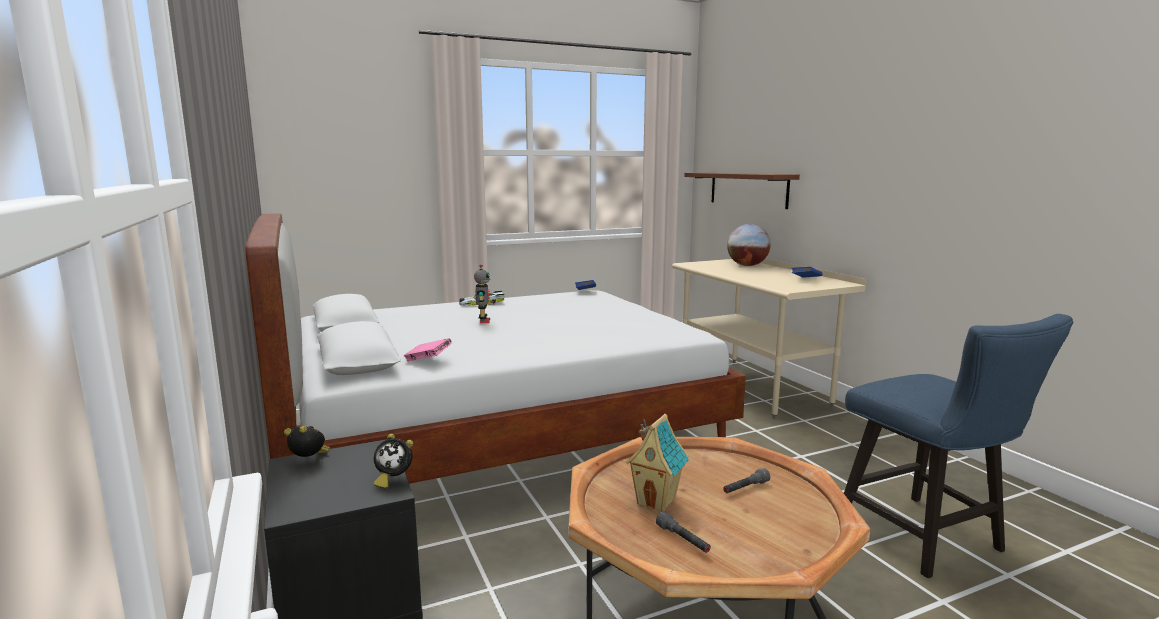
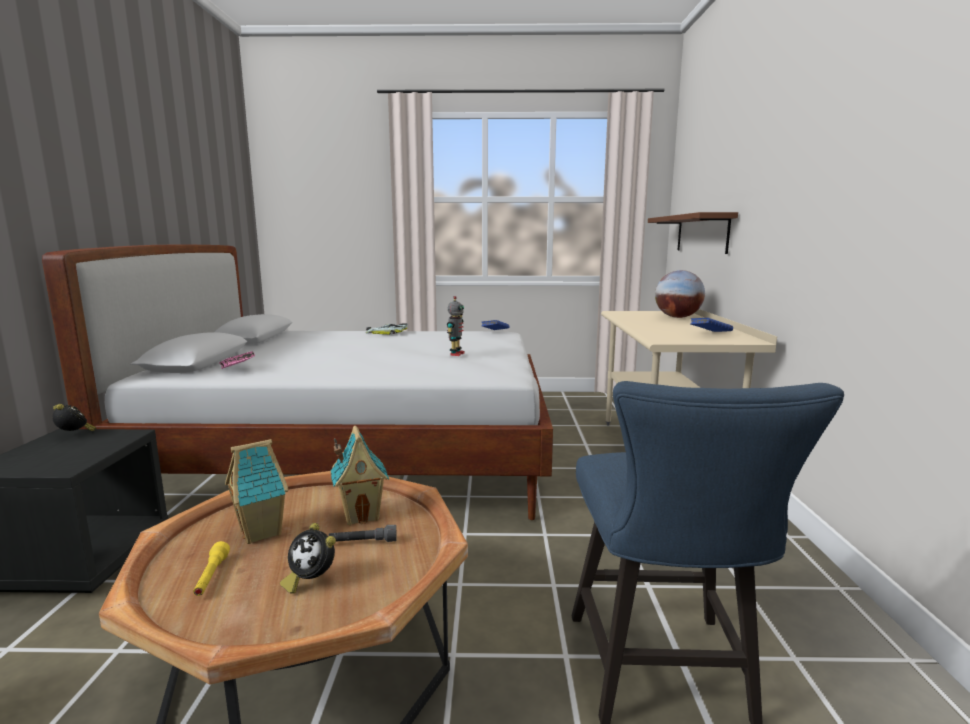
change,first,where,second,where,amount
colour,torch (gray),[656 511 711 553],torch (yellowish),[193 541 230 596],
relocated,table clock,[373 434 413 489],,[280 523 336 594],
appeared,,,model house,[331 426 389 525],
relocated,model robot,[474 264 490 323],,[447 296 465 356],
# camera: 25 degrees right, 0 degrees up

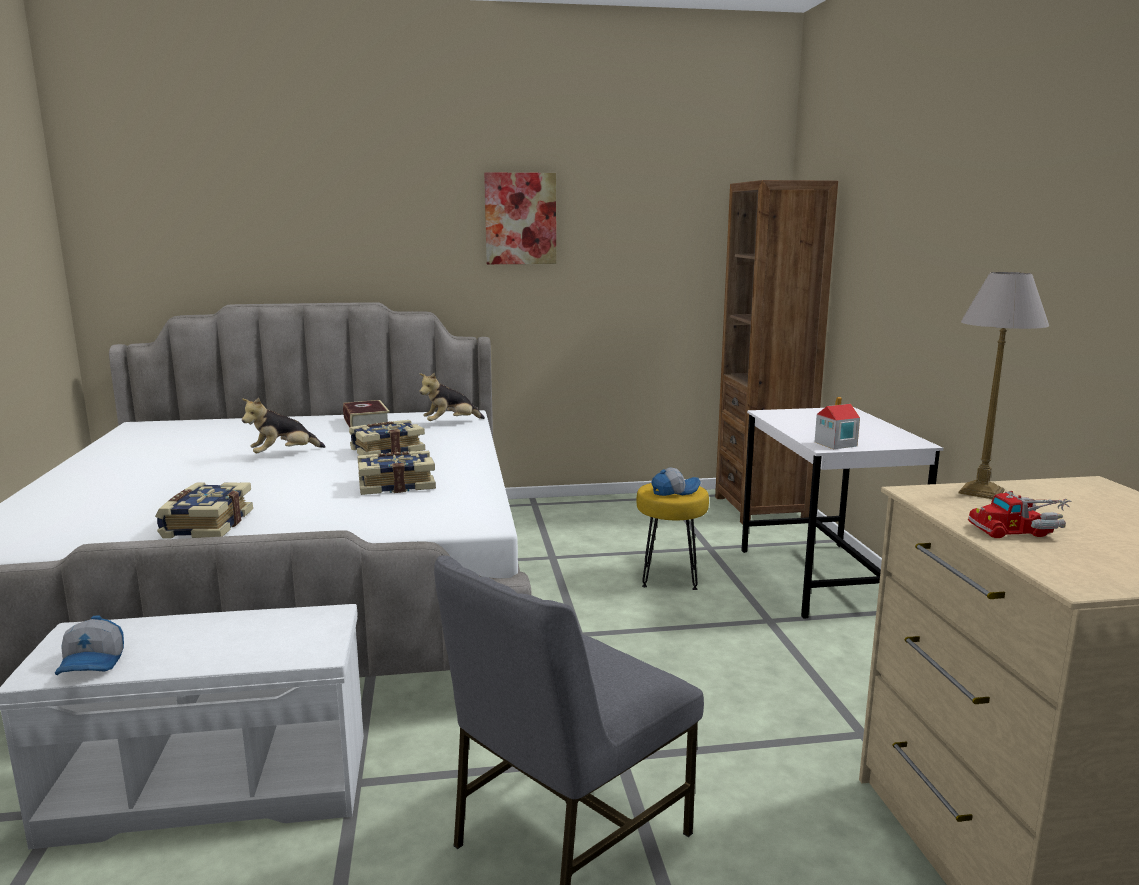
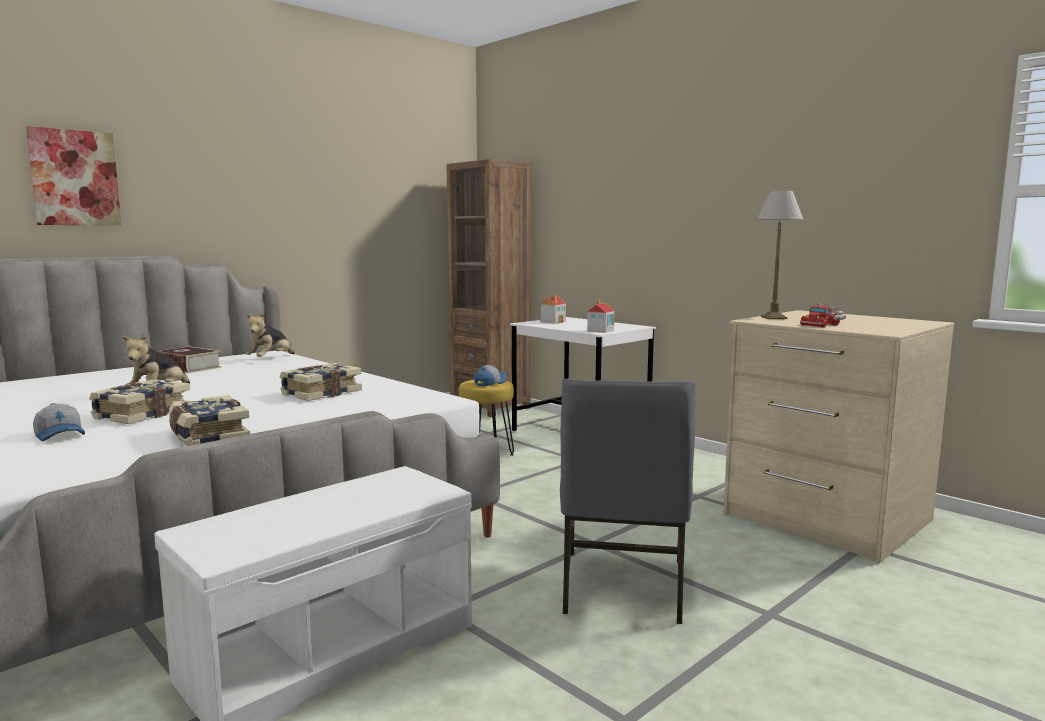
change,first,where,second,where,amount
relocated,wall art,[484 172 556 264],,[26 126 122 226],
relocated,baseball cap,[55 615 124 675],,[33 403 85 441],
relocated,book,[349 420 425 455],,[89 379 191 424],
appeared,,,model house,[540 294 566 324],
# camera: 35 degrees left, 5 degrees down

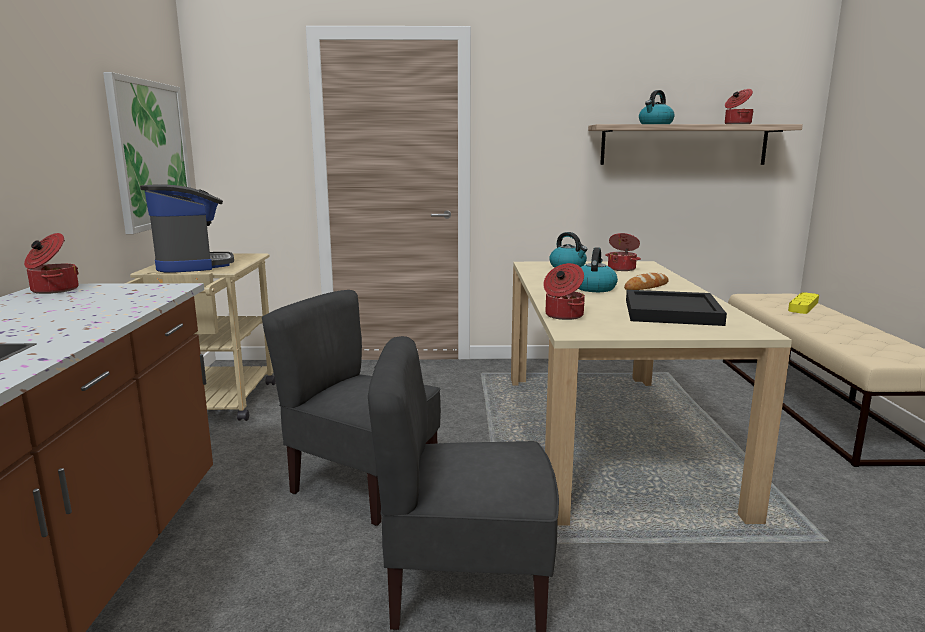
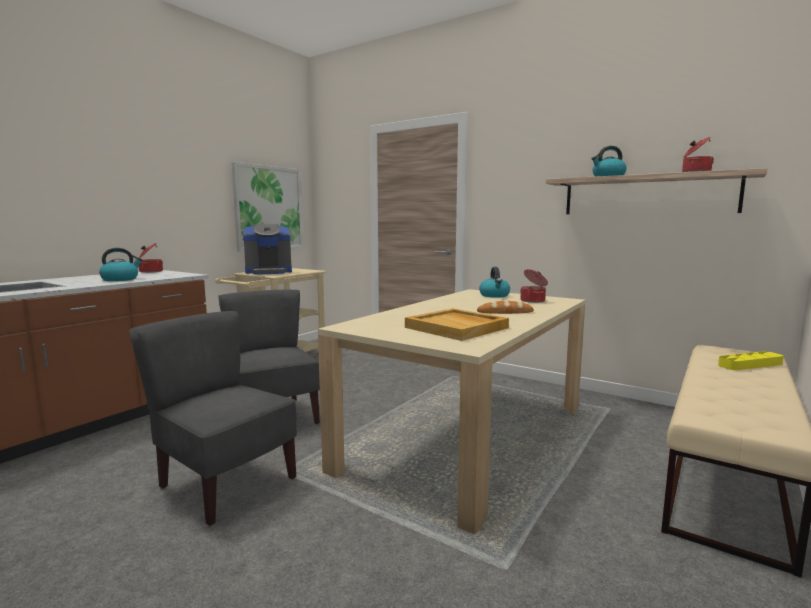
change,first,where,second,where,amount
relocated,kettle,[578 247 618 292],,[99 248 143 281],
spun,coffee machine,[140 184 234 273],,[243 224 292 275],60 degrees clockwise
colour,serving tray (black-coloured),[626 290 727 326],serving tray (sand-coloured),[405 308 509 341],
missing,saucepot,[543 263 585 320],,,
# camera: 35 degrees right, 5 degrees down

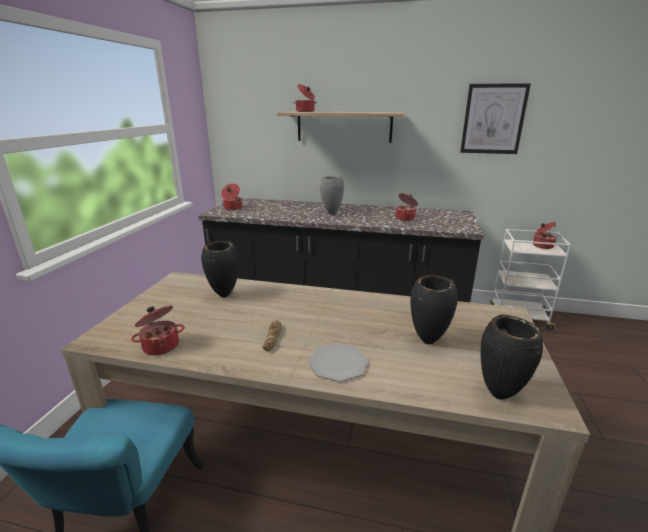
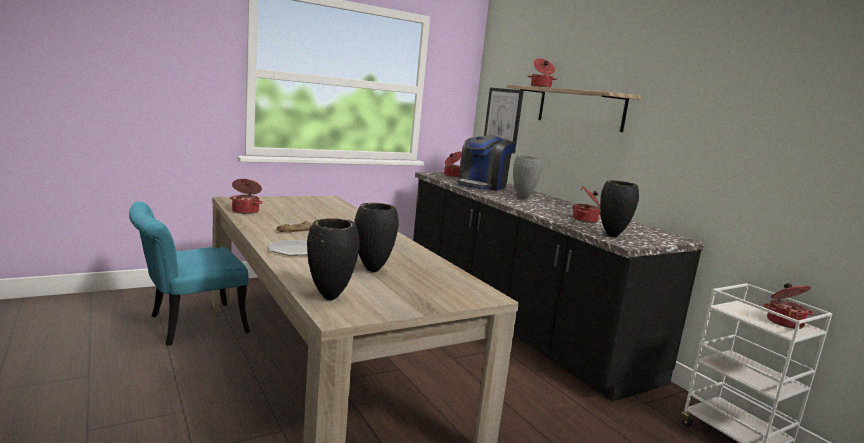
change,first,where,second,where,amount
appeared,,,coffee machine,[457 135 516 191],
relocated,wall art,[460 83 531 154],,[484 88 524 153],
relocated,vase (black-coloured),[201 241 239 298],,[600 180 639 237],
# camera: 45 degrees right, 10 degrees down

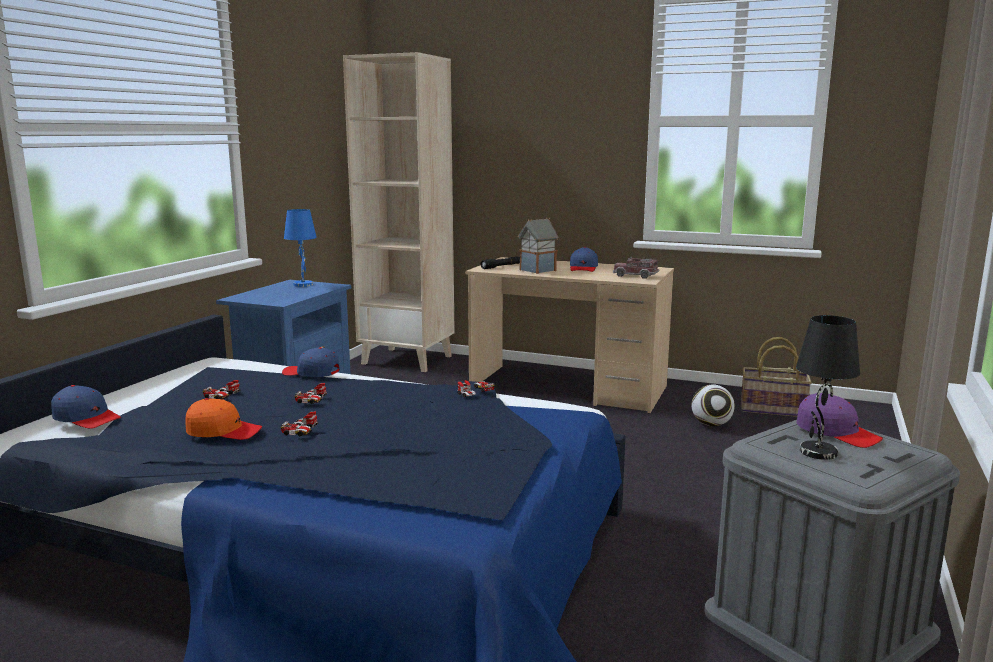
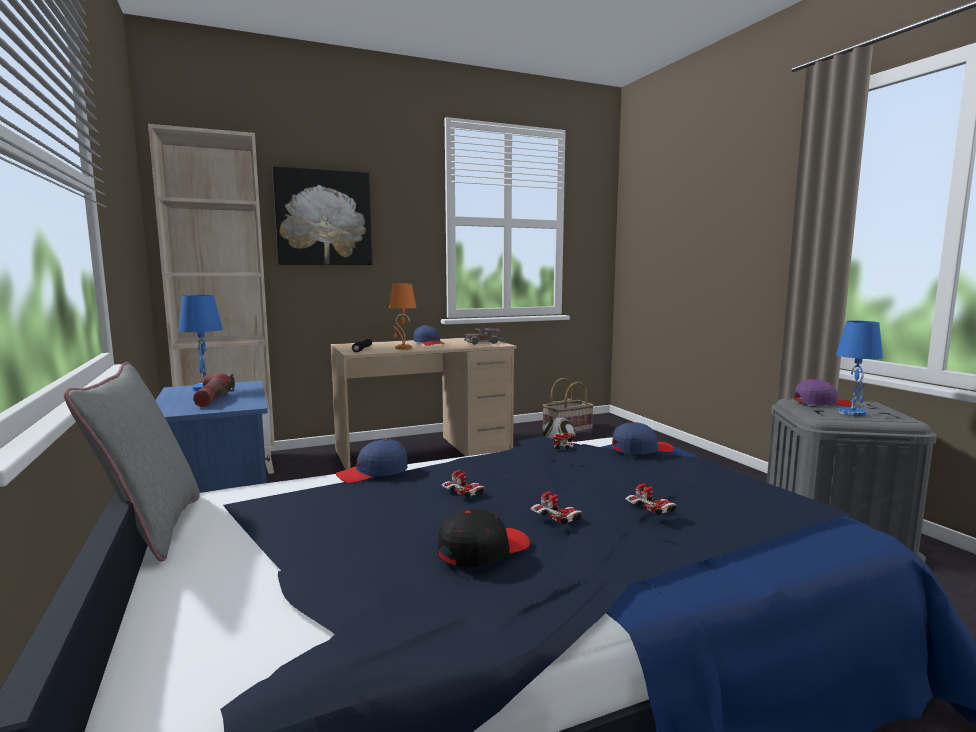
change,first,where,second,where,amount
appeared,,,pillow (gray),[64 362 200 562],
appeared,,,torch,[193 373 235 407],
appeared,,,wall art,[272 166 372 265],
exchanged,model house,[518 218 559 274],tabletop lamp (orangey),[389 283 416 349],
colour,baseball cap (orangey),[185 398 262 440],baseball cap (black-coloured),[438 509 530 568],
relocated,baseball cap (bluish),[51 385 121 429],,[612 422 674 454],
relocated,model car,[203 380 240 399],,[625 483 677 515],
colour,tabletop lamp (black-coloured),[796 315 860 460],tabletop lamp (bluish),[836 321 883 417],
# camera: 45 degrees left, 5 degrees down

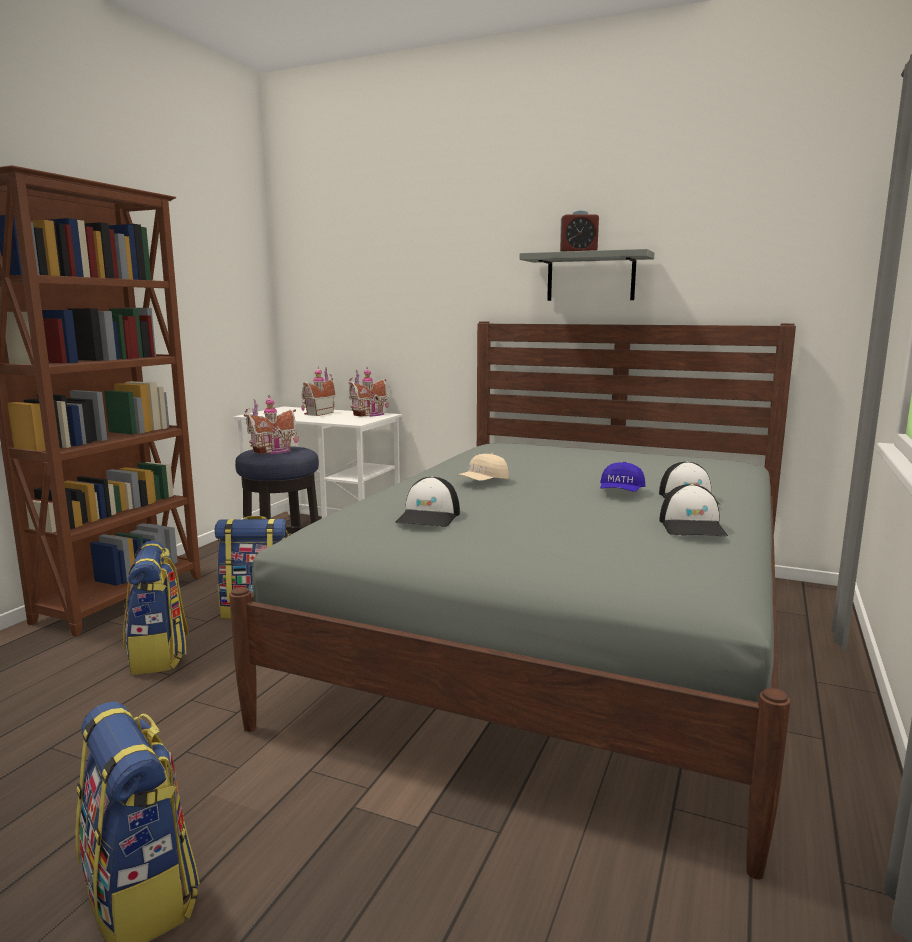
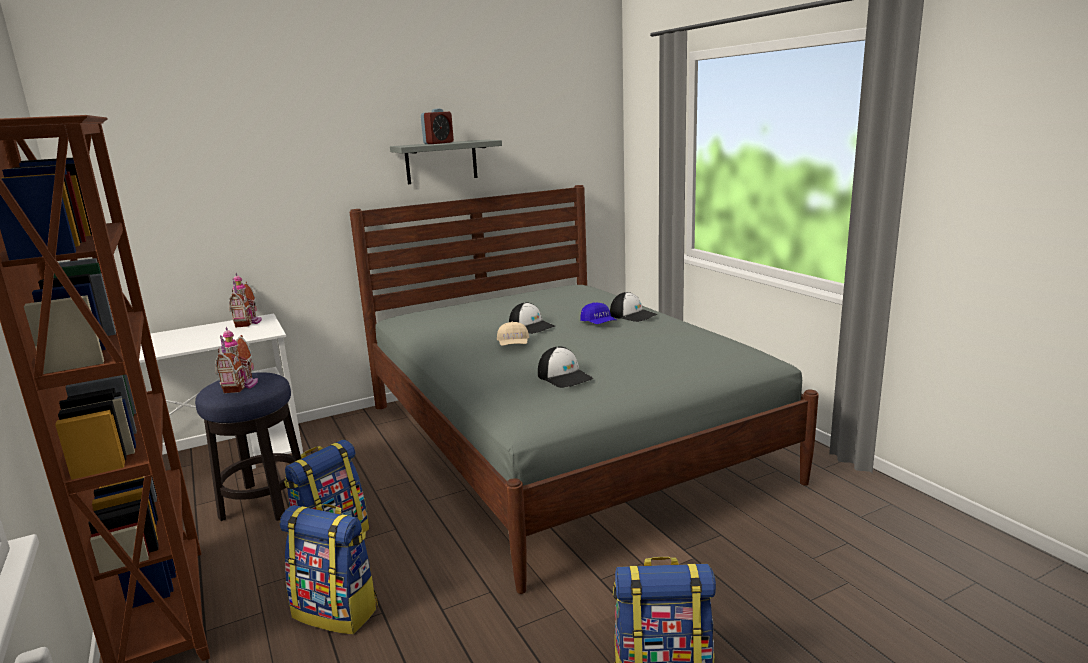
change,first,where,second,where,amount
relocated,baseball cap,[659 484 728 536],,[509 302 555 334],
missing,model house,[301 366 336 416],,,
# camera: 50 degrees left, 5 degrees up

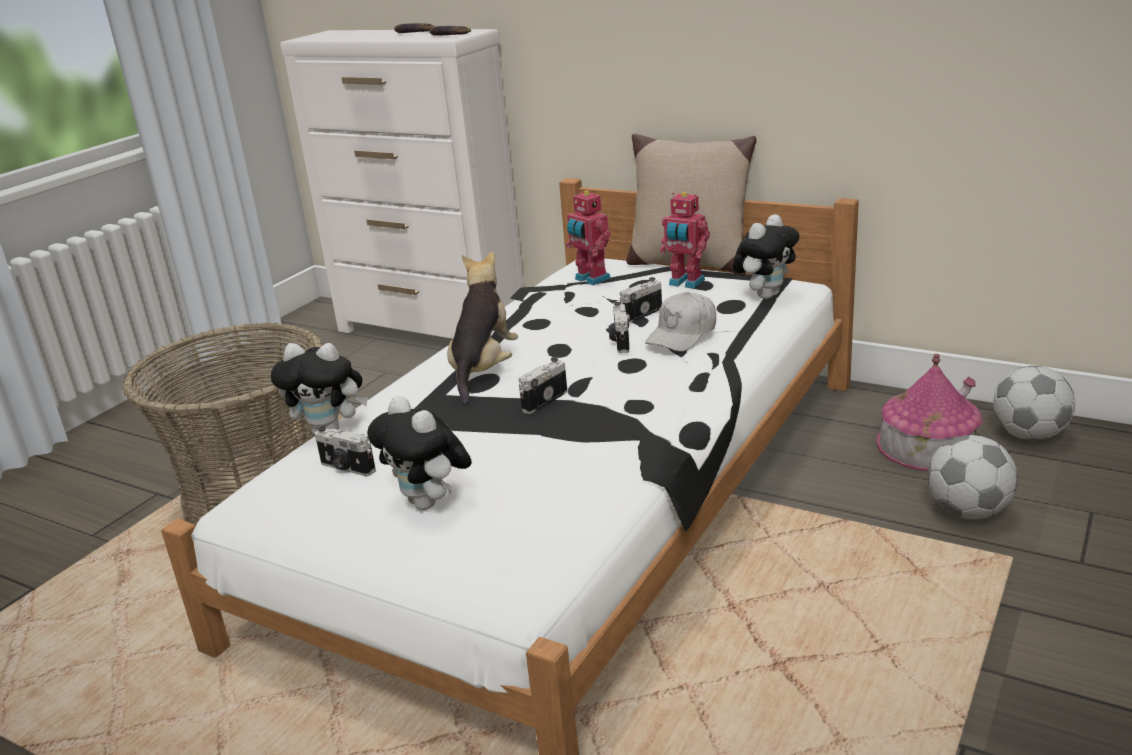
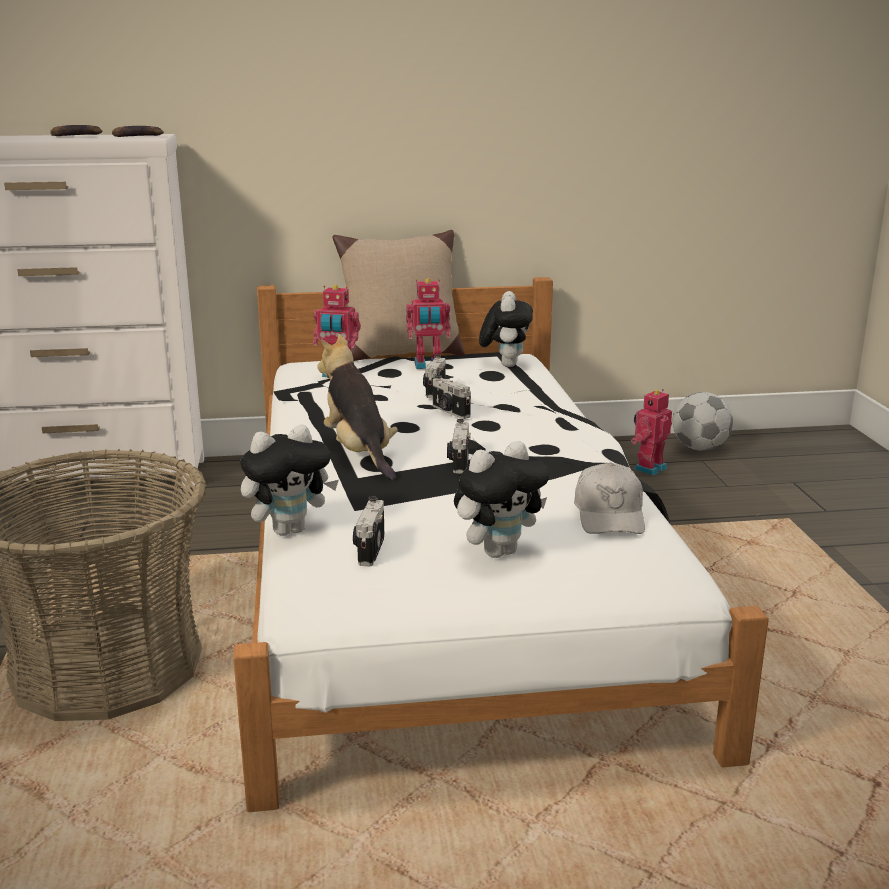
change,first,where,second,where,amount
spun,still camera,[315 426 376 476],,[353 496 385 566],105 degrees clockwise
spun,plush toy,[367 396 472 510],,[454 441 549 558],45 degrees counterclockwise
relocated,baseball cap (white),[645 292 716 352],,[574 463 645 534],
exchanged,model house,[876 354 983 471],model robot,[631 389 672 476],
missing,football,[928 435 1018 519],,,
# camera: 40 degrees left, 5 degrees down

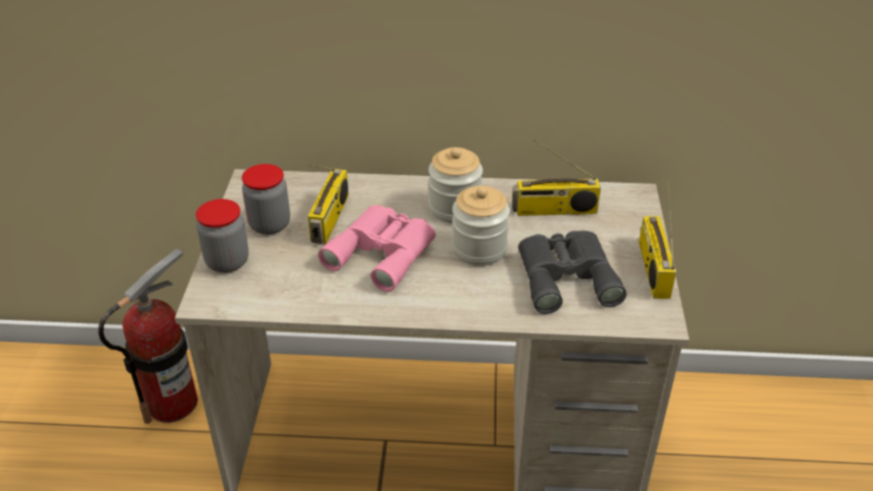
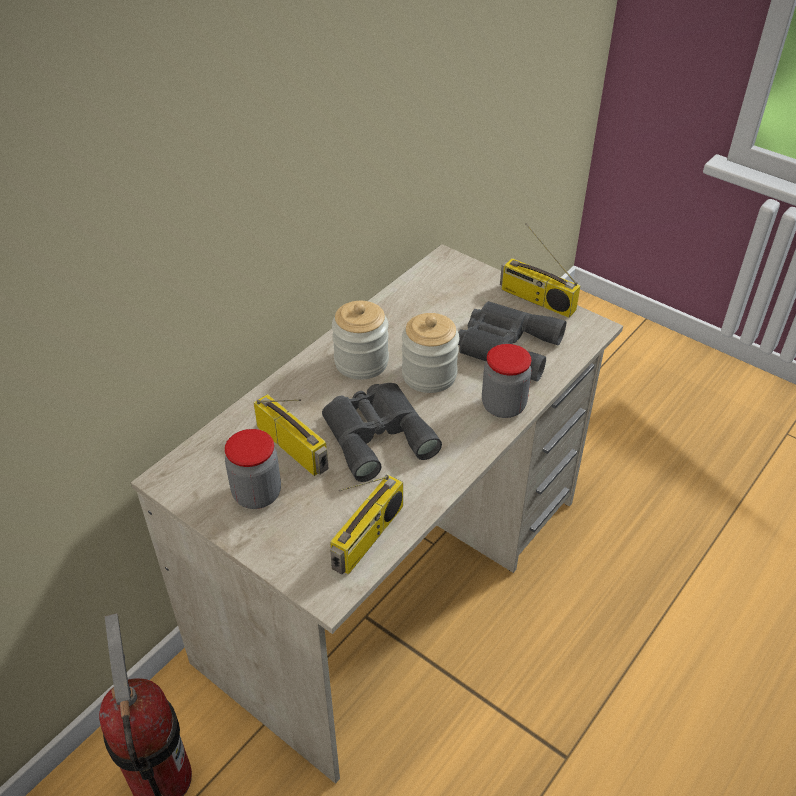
change,first,where,second,where,amount
colour,binoculars (pink),[318 205 436 292],binoculars (gray),[322 383 442 482],
relocated,radio set,[512 139 601 216],,[330 474 403 575],
relocated,preserve jar,[196 199 249 273],,[482 344 532 418],
# camera: 55 degrees left, 5 degrees up

